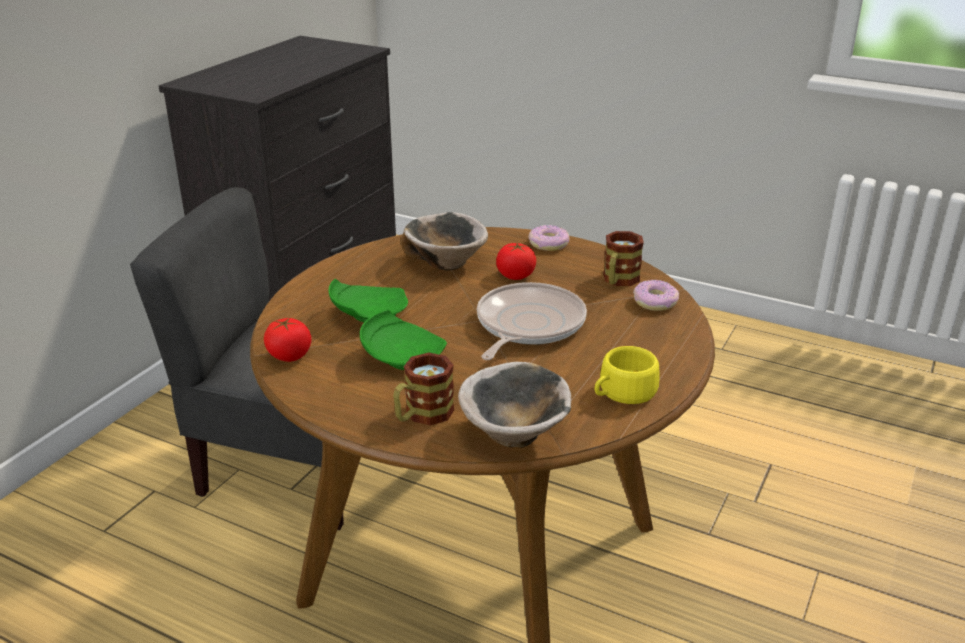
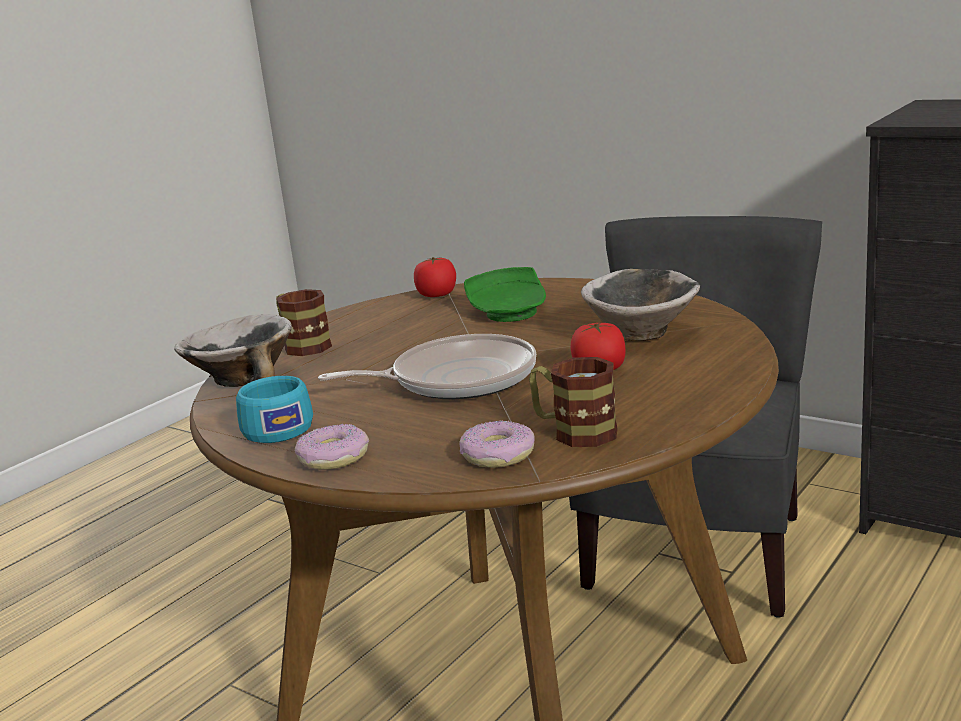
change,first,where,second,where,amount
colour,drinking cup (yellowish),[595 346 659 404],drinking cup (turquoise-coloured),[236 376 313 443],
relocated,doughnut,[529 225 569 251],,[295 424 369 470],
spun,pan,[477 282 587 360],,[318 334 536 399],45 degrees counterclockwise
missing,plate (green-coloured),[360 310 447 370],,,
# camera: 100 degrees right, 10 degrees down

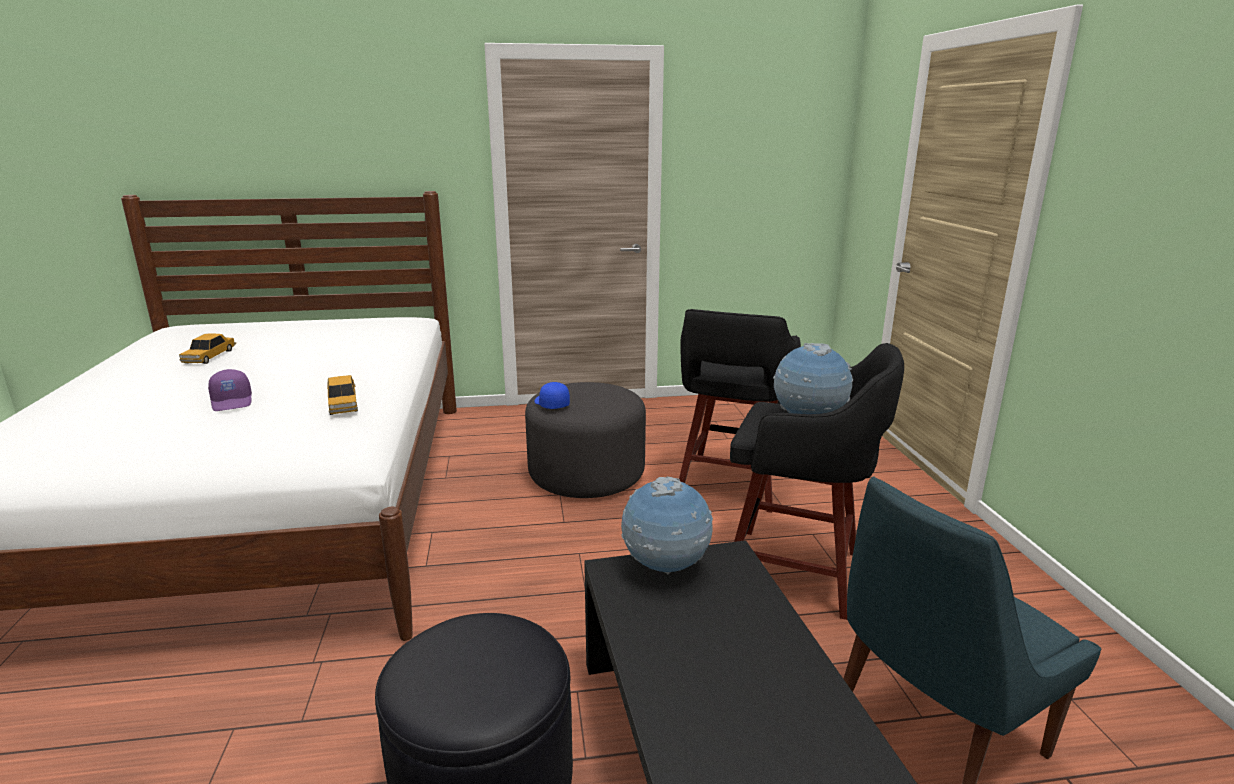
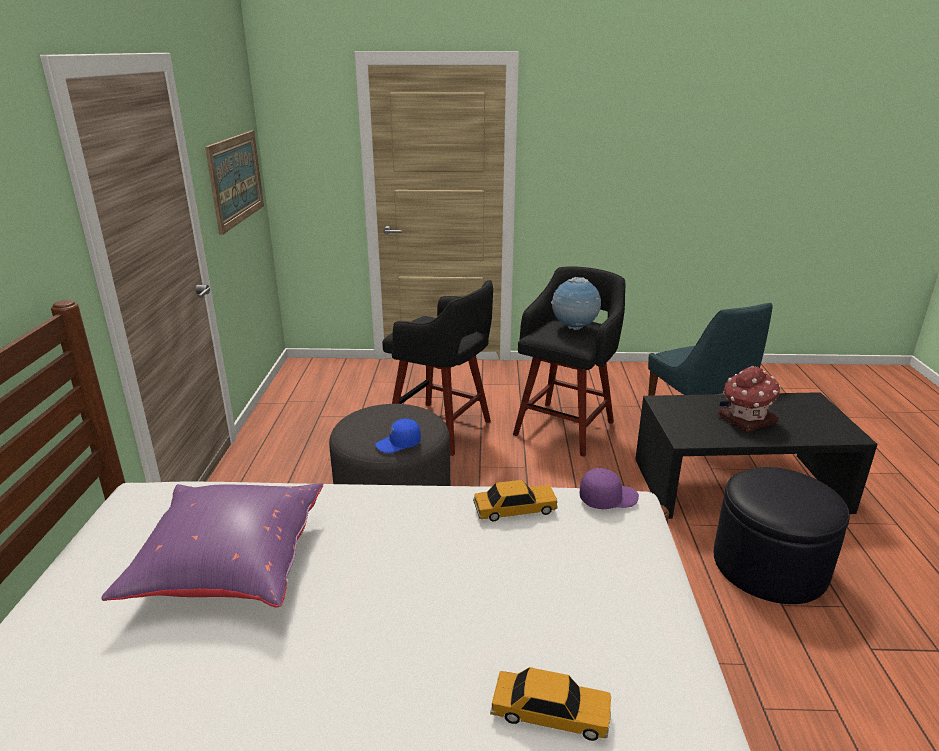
change,first,where,second,where,amount
appeared,,,pillow (purple-coloured),[101 483 323 607],
appeared,,,wall art,[205 131 264 235],
relocated,model car,[179 334 236 364],,[490 667 611 741],
relocated,baseball cap (purple-coloured),[208 369 252 411],,[580 468 639 509],
appeared,,,model house,[718 366 781 432],
missing,world globe,[621 476 713 574],,,
# camera: 80 degrees left, 5 degrees up

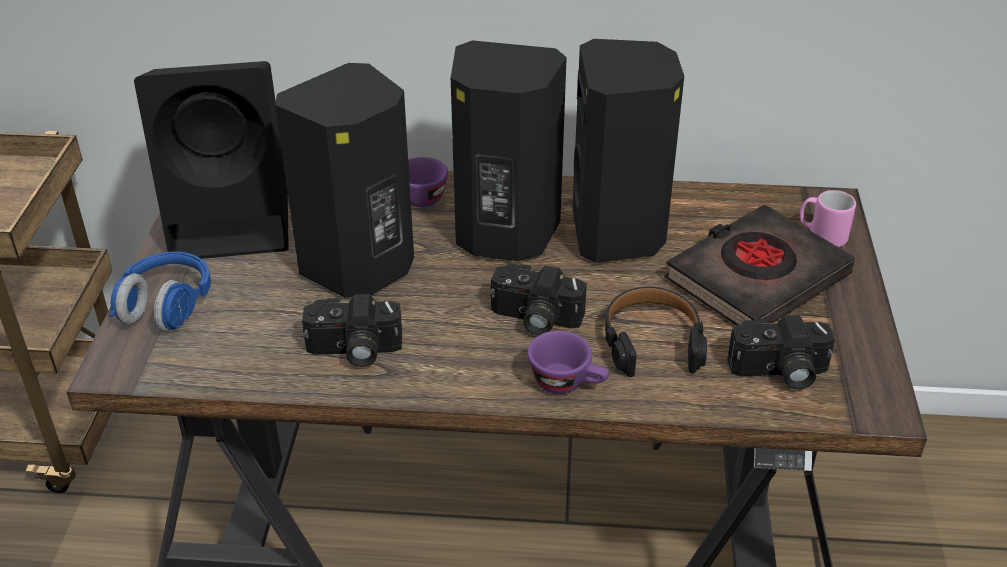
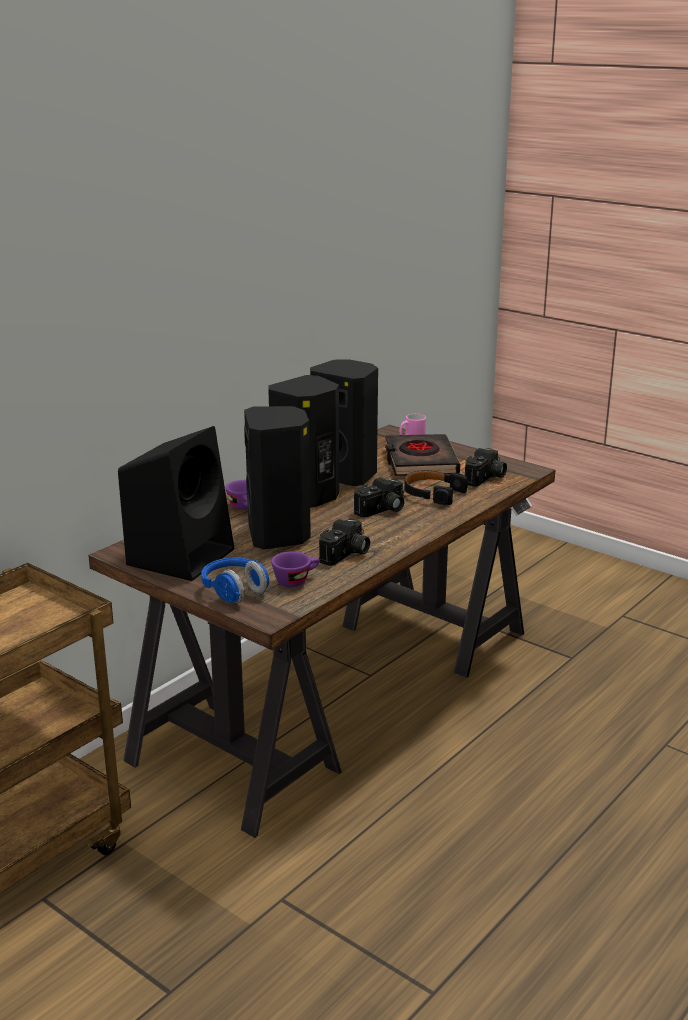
change,first,where,second,where,amount
relocated,drinking cup (purple-coloured),[527 331 609 394],,[271 552 319 587],
# camera: 55 degrees left, 15 degrees down

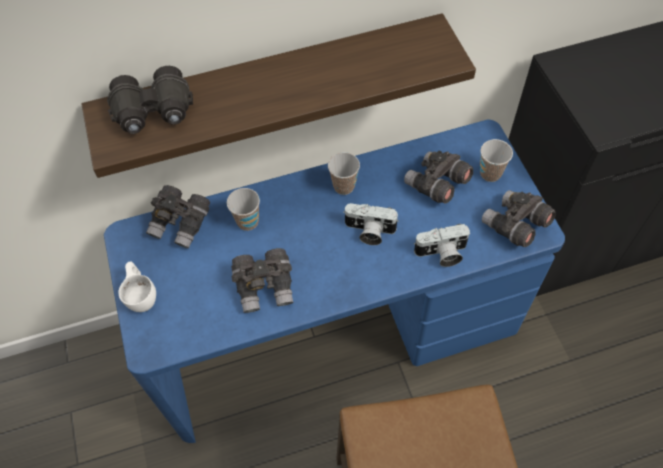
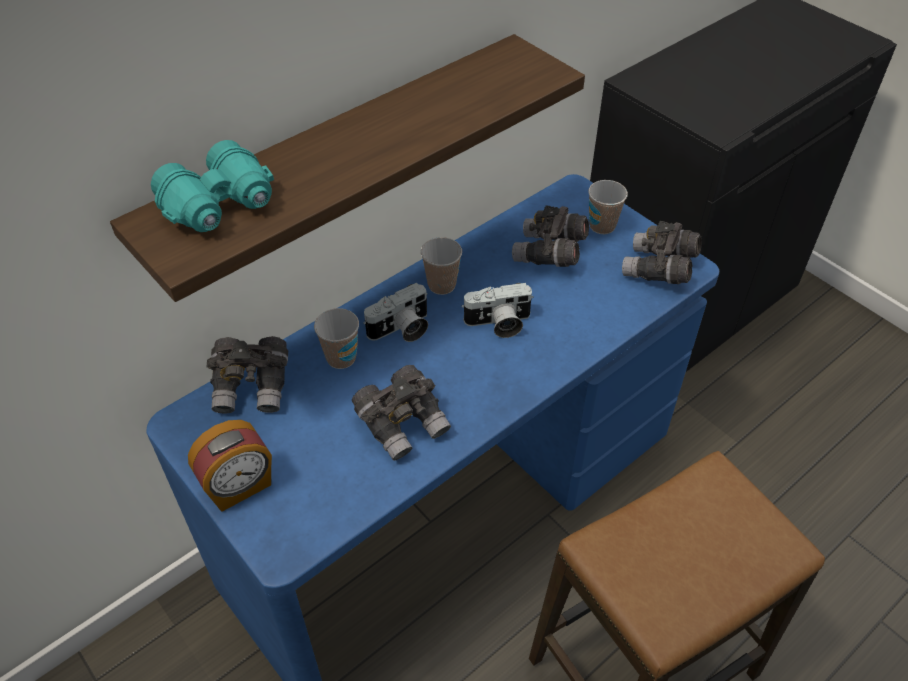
change,first,where,second,where,amount
colour,binoculars (black-coloured),[107 66 193 134],binoculars (turquoise-coloured),[151 140 274 232],
exchanged,drinking cup (white),[118 262 156 312],table clock,[188 420 272 512],
relocated,still camera,[414 224 470 267],,[363 283 428 342],
# camera: 25 degrees left, 10 degrees down

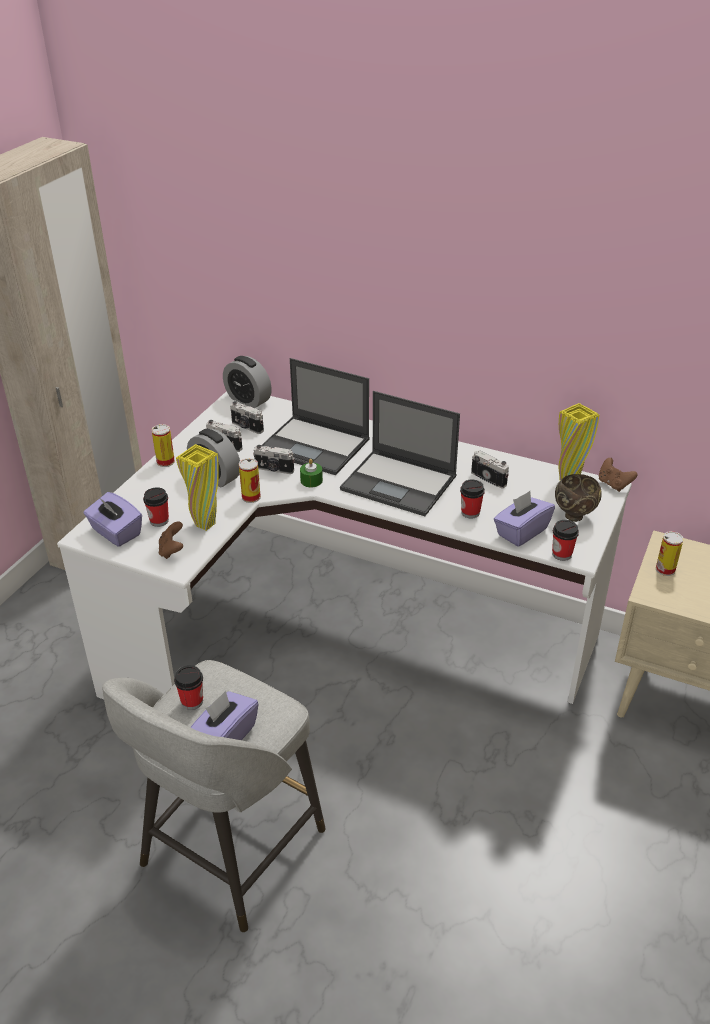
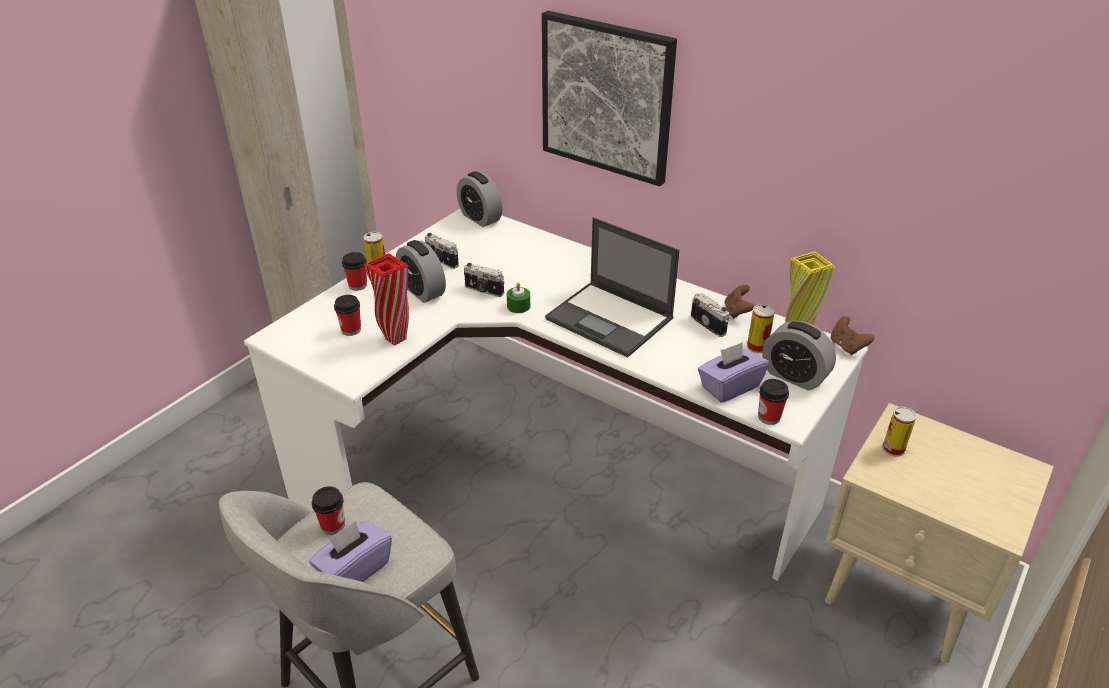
change,first,where,second,where,amount
relocated,drinking cup,[460 480 485 519],,[342 252 367 291],
colour,vase (yellowish),[176 444 219 531],vase (reddish),[364 253 409 346],
appeared,,,wall art,[542 11 677 186],
relocated,joypad (brown-coloured),[159 522 183 559],,[724 284 755 319],
relocated,can,[239 458 261 503],,[747 304 775 353],
exchanged,bowl (brown-coloured),[555 474 602 522],table clock,[762 321 836 390],
missing,box of tissues (purple-coloured),[84 492 142 547],,,
missing,still camera,[230 401 264 434],,,
missing,laptop,[261 358 370 475],,,
# camera: 10 degrees right, 0 degrees up

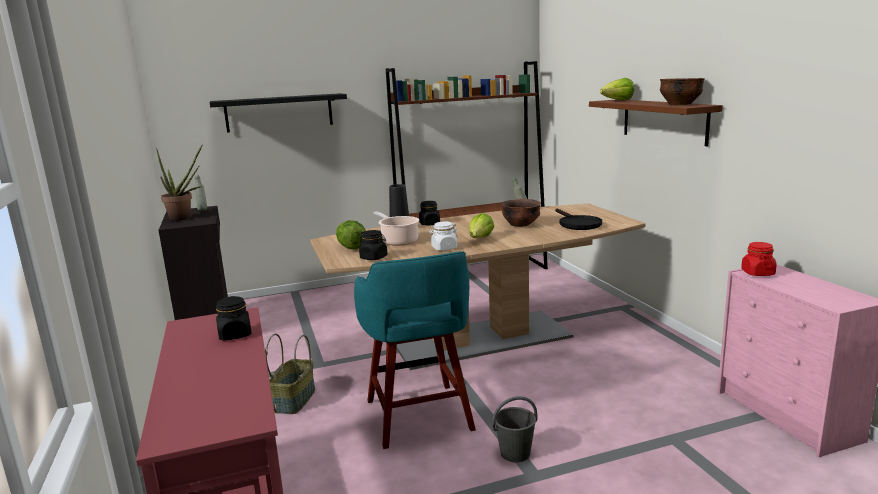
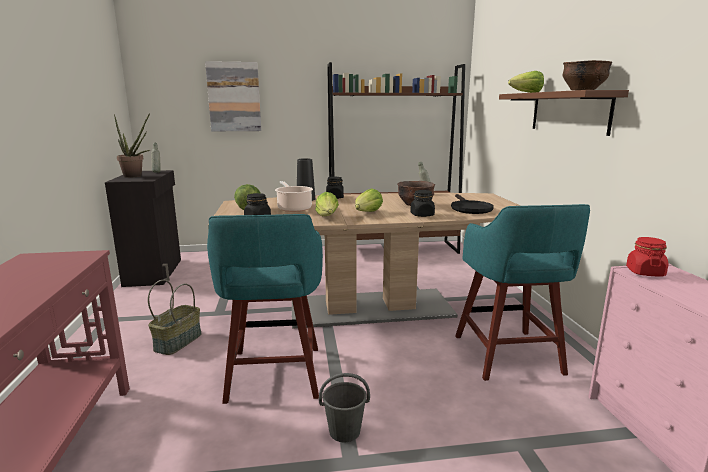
change,first,where,second,where,amount
exchanged,wall shelf (black-coloured),[210 93 347 132],wall art,[205 61 261 131],
exchanged,preserve jar (white),[429 222 458 251],head of lettuce,[315 192 339 216],
relocated,preserve jar (black-coloured),[216 296 252 341],,[410 190 435 217],
appeared,,,stool seat (turquoise-coloured),[455 204 590 381],
# camera: 10 degrees right, 0 degrees up

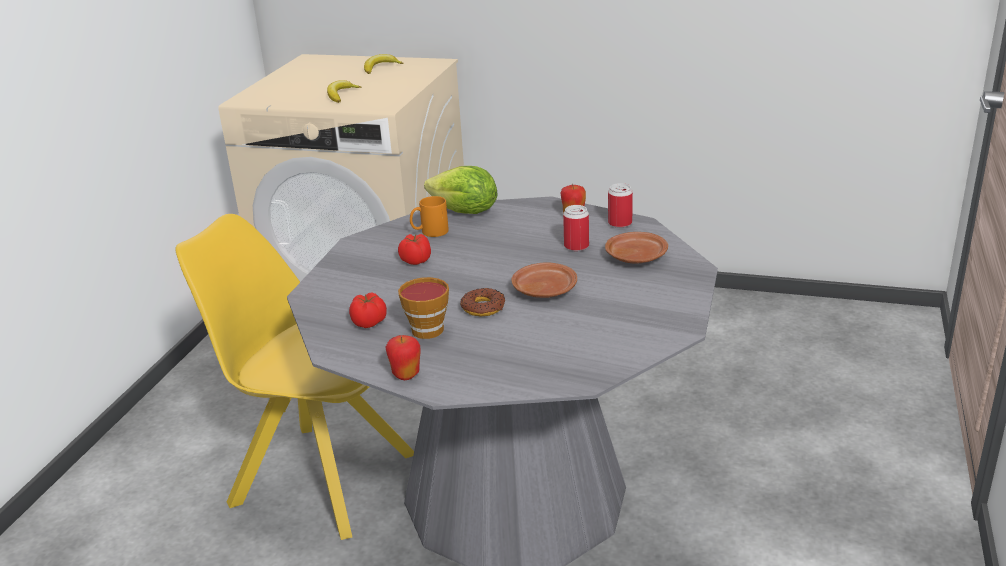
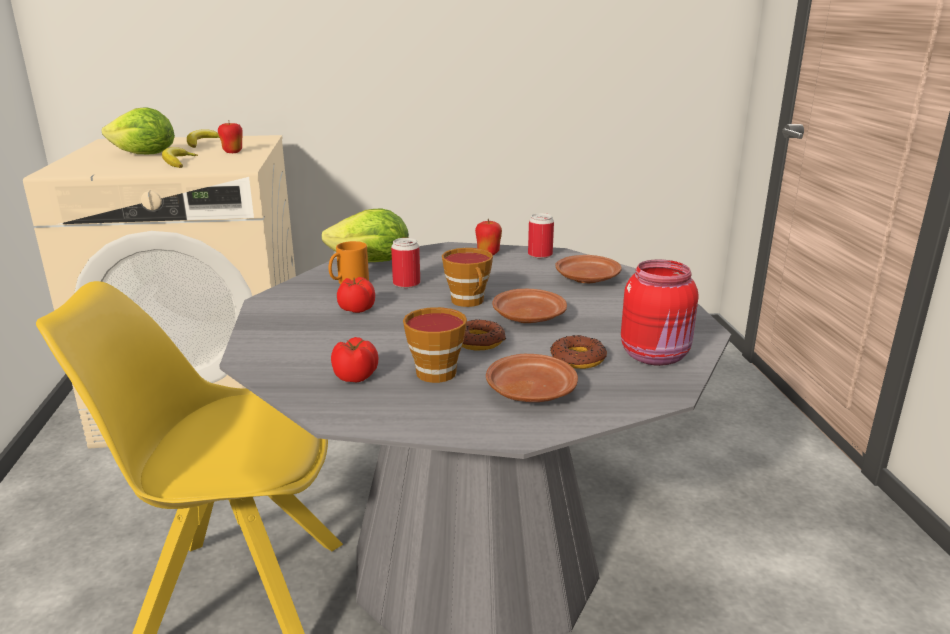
change,first,where,second,where,amount
appeared,,,head of lettuce,[101 107 175 154],
relocated,apple,[385 335 421 380],,[218 123 243 153],
relocated,can,[563 205 589 251],,[391 238 420 288],
appeared,,,drinking cup,[442 248 493 307],
appeared,,,plate (brown-coloured),[486 354 578 402],
appeared,,,doughnut,[550 335 607 369],
appeared,,,preserve jar (reddish),[621 259 699 366],
# camera: 25 degrees left, 5 degrees down

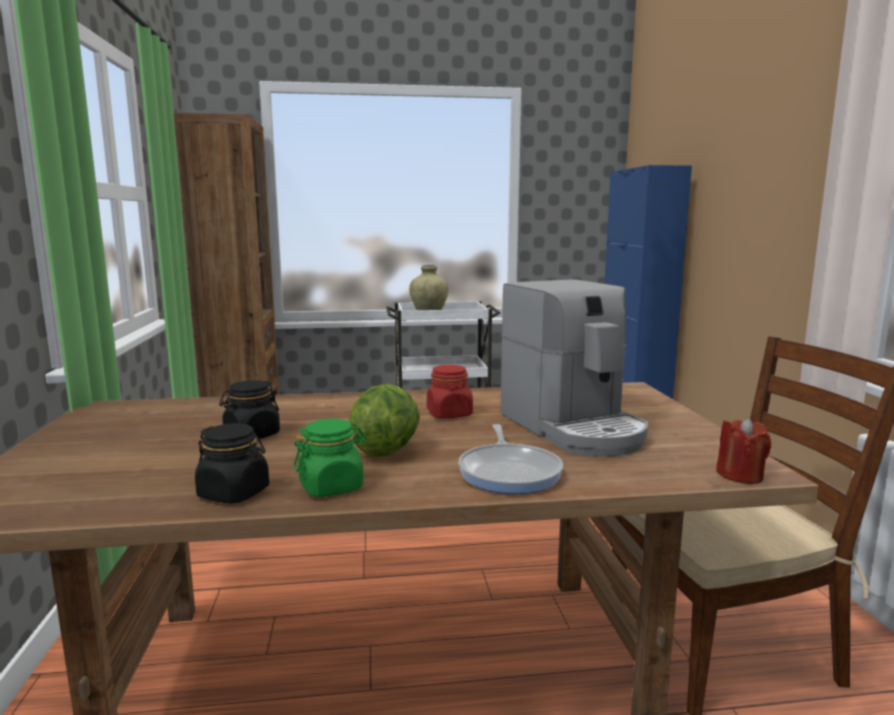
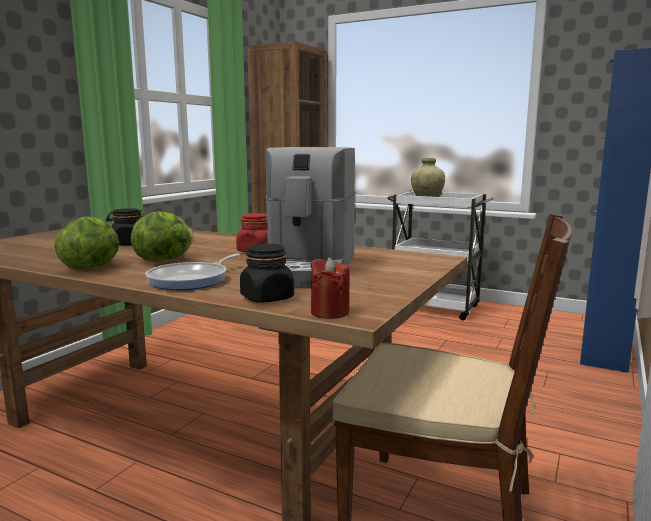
change,first,where,second,where,amount
exchanged,preserve jar (green-coloured),[293 419 367 497],head of lettuce,[54 216 119 270],
relocated,preserve jar (black-coloured),[195 423 269 504],,[240 244 294 303],
# camera: 35 degrees right, 0 degrees up

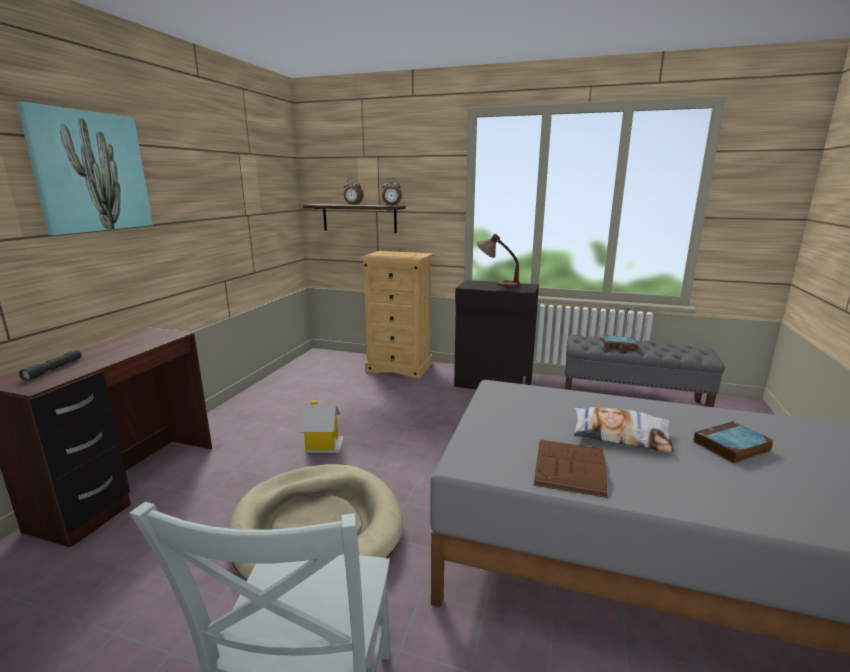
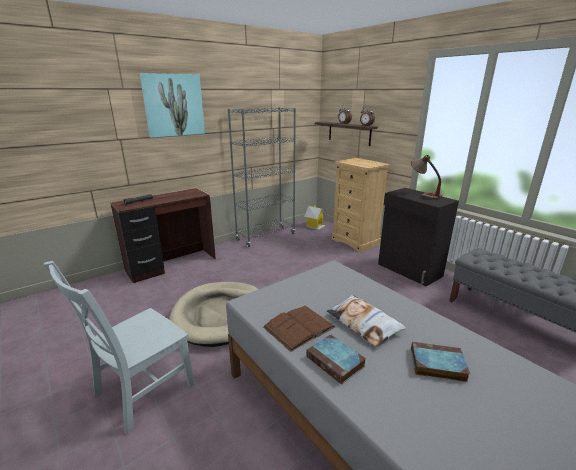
change,first,where,second,where,amount
appeared,,,bookshelf (gray),[228 107 296 247],
relocated,model house,[299 401 344 453],,[304 205 326 230],
relocated,book,[602 335 638 351],,[306 334 366 385],
# camera: 35 degrees right, 5 degrees up

